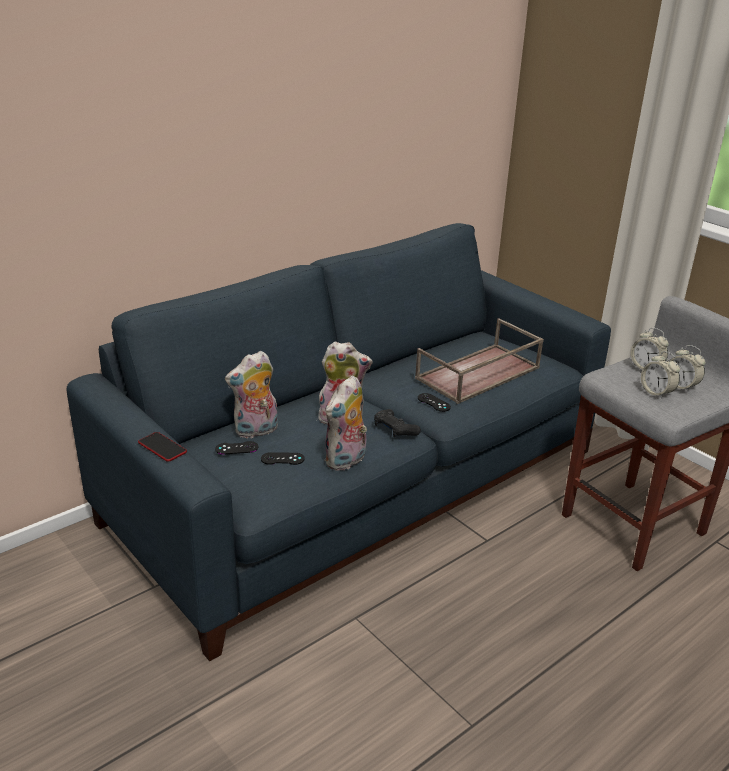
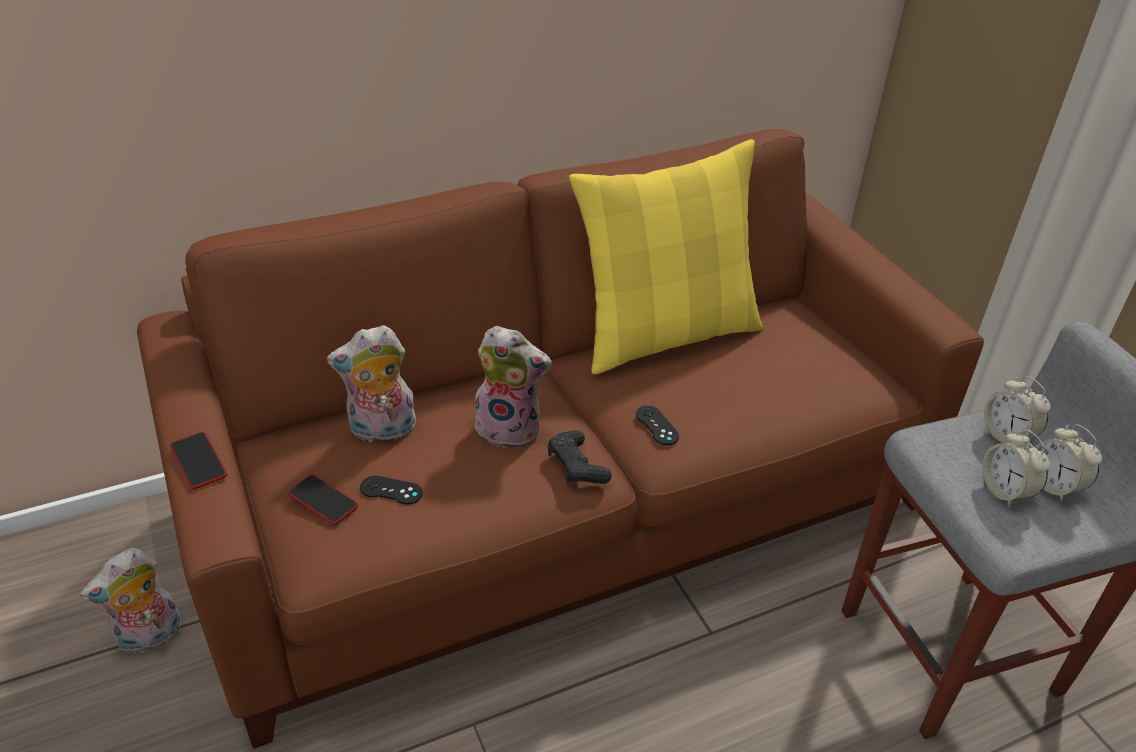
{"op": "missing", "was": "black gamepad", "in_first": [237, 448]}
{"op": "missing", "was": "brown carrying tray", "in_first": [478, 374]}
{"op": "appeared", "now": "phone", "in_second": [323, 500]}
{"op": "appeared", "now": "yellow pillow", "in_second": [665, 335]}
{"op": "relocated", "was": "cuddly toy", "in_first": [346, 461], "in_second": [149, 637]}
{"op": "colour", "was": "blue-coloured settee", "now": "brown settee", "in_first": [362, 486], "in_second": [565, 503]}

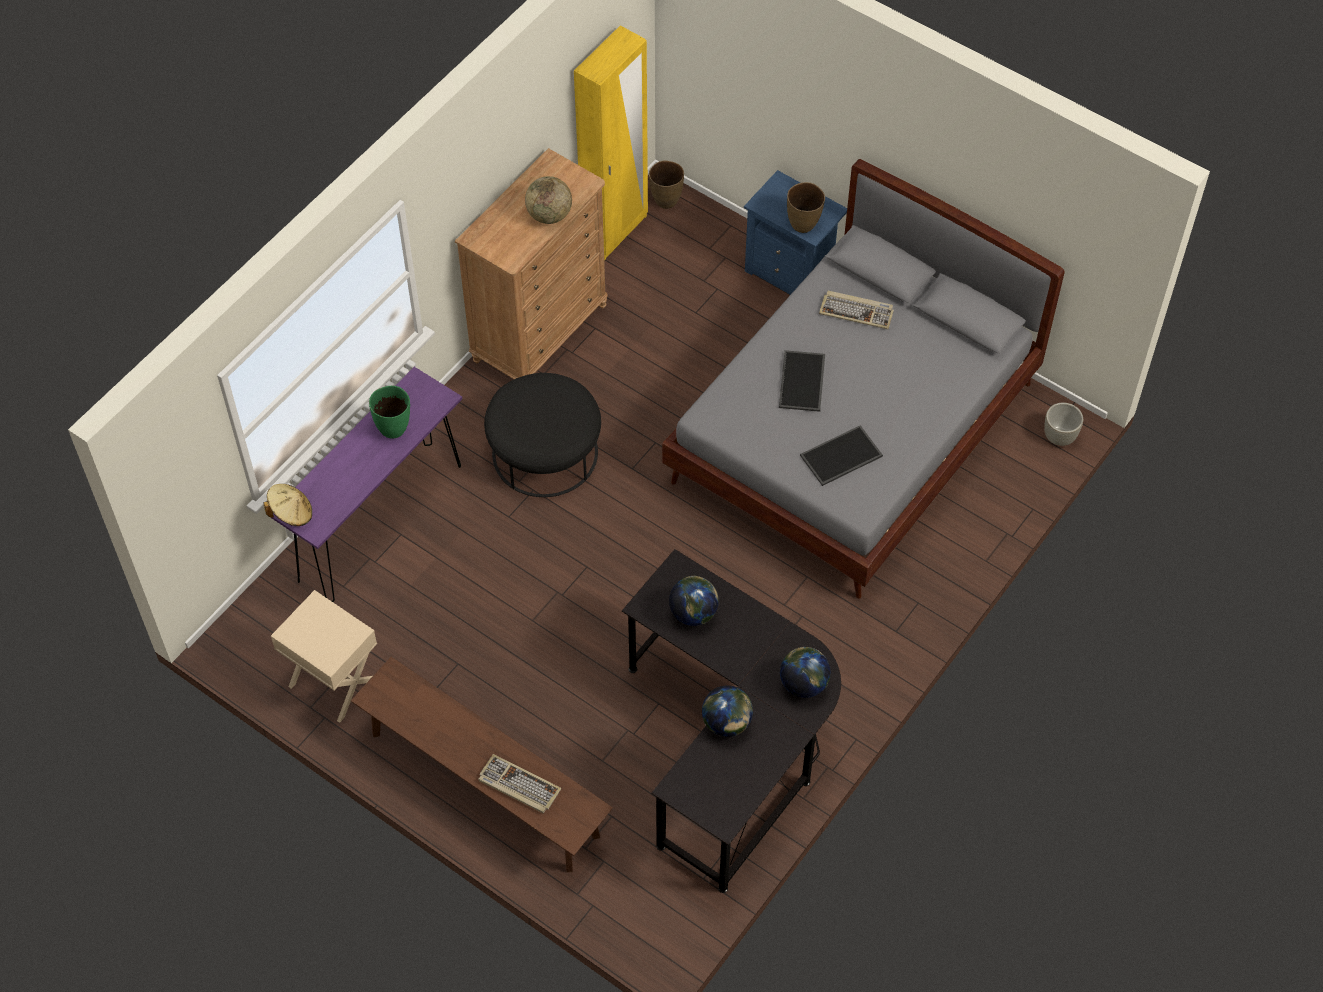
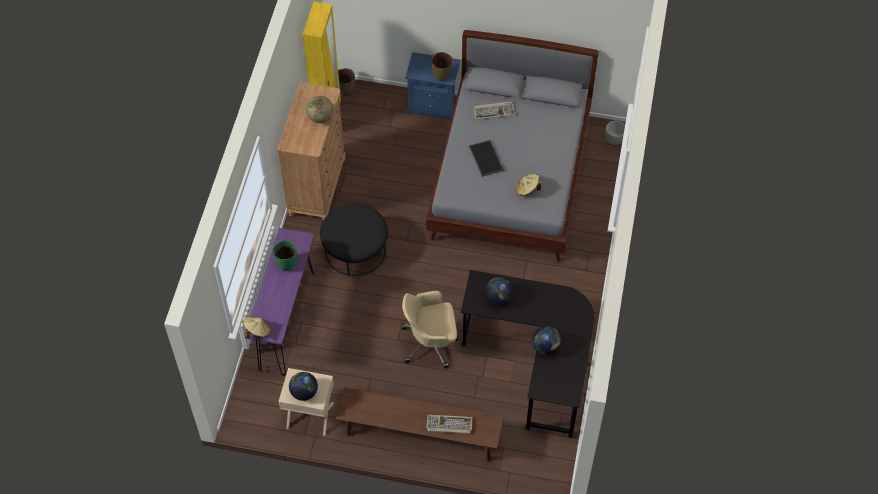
{"op": "appeared", "now": "beige-coloured computer chair", "in_second": [430, 342]}
{"op": "relocated", "was": "world globe", "in_first": [804, 684], "in_second": [304, 392]}
{"op": "exchanged", "was": "carrying tray", "now": "beige-coloured clothing hat", "in_first": [841, 457], "in_second": [527, 189]}

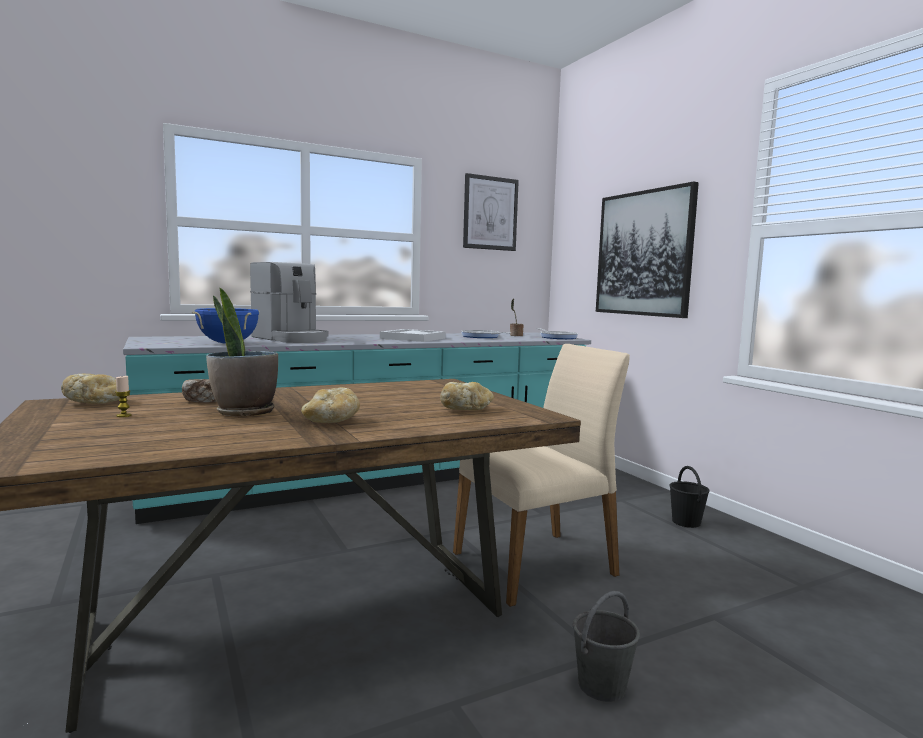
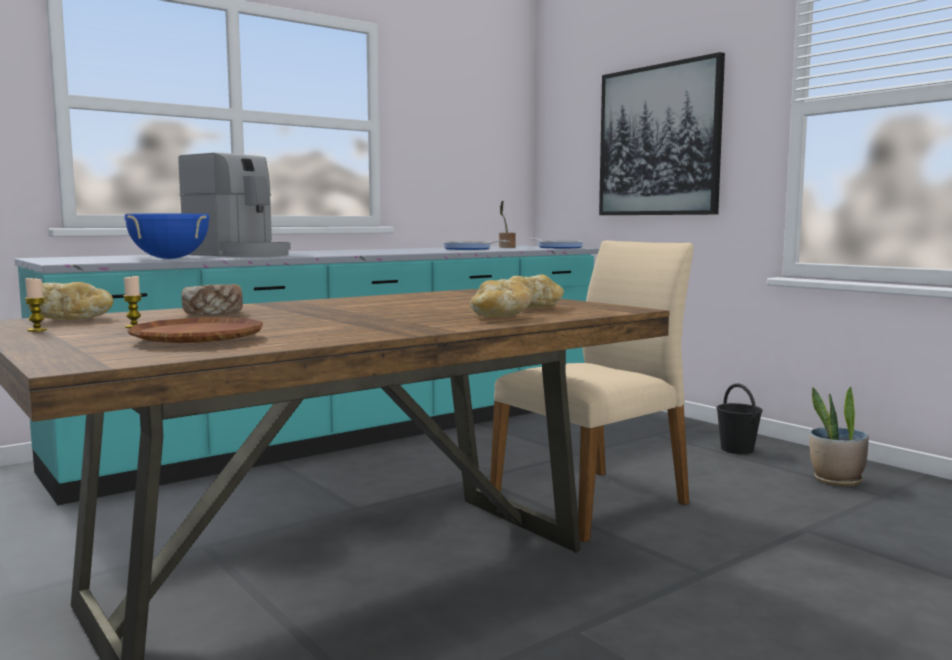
{"op": "missing", "was": "whitish carrying tray", "in_first": [412, 338]}
{"op": "missing", "was": "wall picture", "in_first": [490, 213]}
{"op": "missing", "was": "grey pail", "in_first": [601, 686]}
{"op": "appeared", "now": "wax light", "in_second": [37, 330]}
{"op": "appeared", "now": "brown flat dish", "in_second": [198, 339]}
{"op": "relocated", "was": "potted plant", "in_first": [244, 412], "in_second": [836, 480]}
{"op": "relocated", "was": "bakery bread", "in_first": [331, 421], "in_second": [501, 317]}

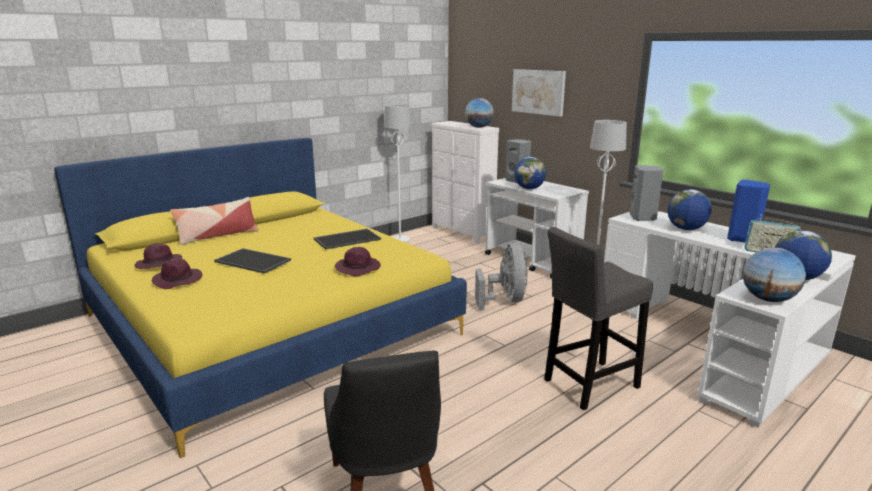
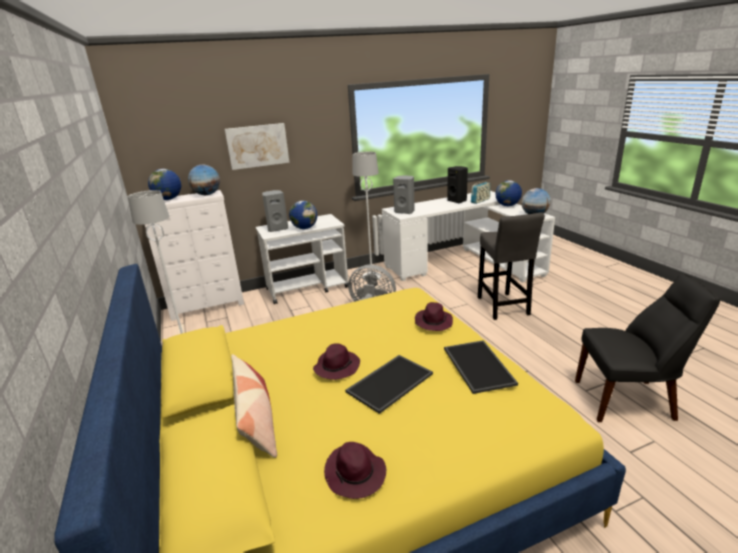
{"op": "relocated", "was": "purplish clothing hat", "in_first": [178, 281], "in_second": [337, 366]}
{"op": "relocated", "was": "carrying tray", "in_first": [347, 239], "in_second": [477, 365]}
{"op": "relocated", "was": "world globe", "in_first": [686, 229], "in_second": [168, 199]}
{"op": "colour", "was": "blue-coloured loudspeaker", "now": "black loudspeaker", "in_first": [743, 239], "in_second": [457, 201]}

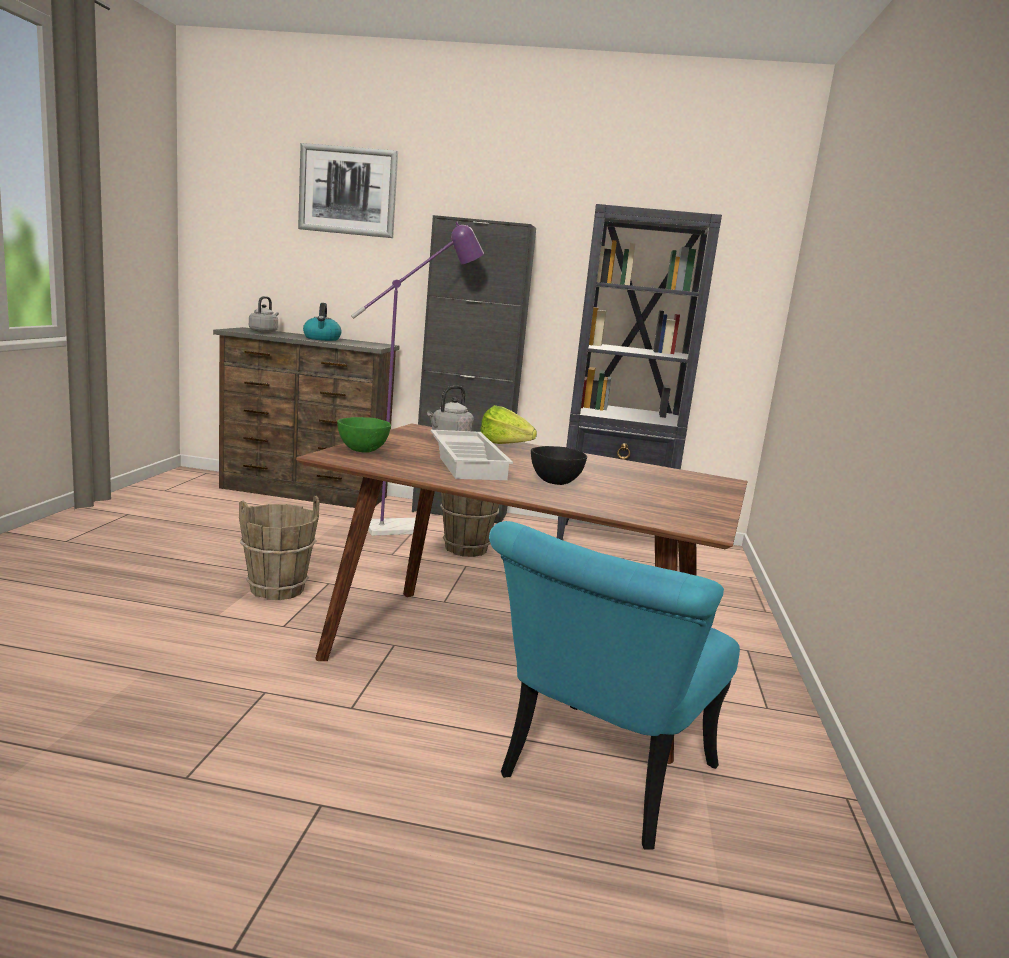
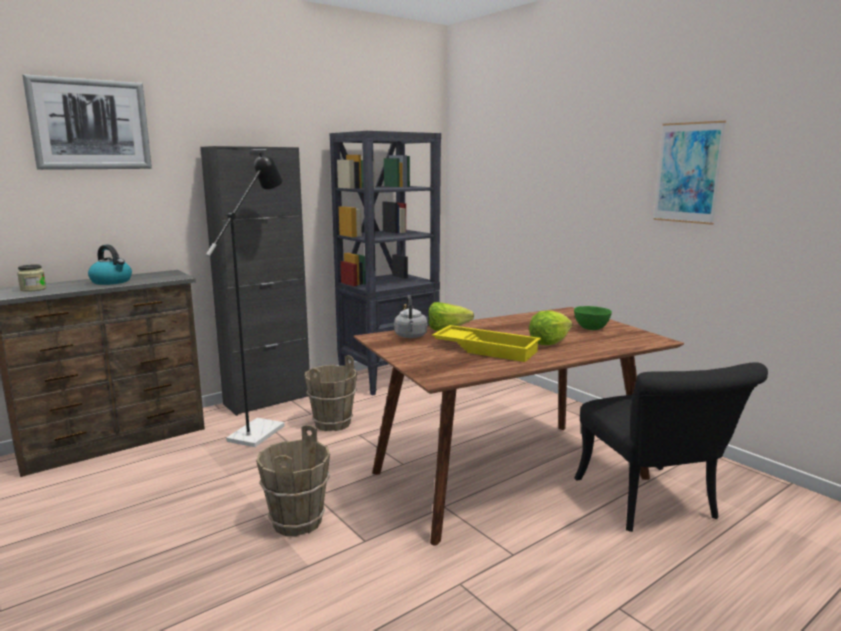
{"op": "appeared", "now": "wall picture", "in_second": [688, 173]}
{"op": "relocated", "was": "green deep dish", "in_first": [363, 450], "in_second": [590, 328]}
{"op": "exchanged", "was": "grey tea kettle", "now": "preserve jar", "in_first": [264, 332], "in_second": [33, 289]}
{"op": "exchanged", "was": "black deep dish", "now": "lettuce", "in_first": [555, 482], "in_second": [549, 342]}
{"op": "colour", "was": "purplish standard lamp", "now": "black standard lamp", "in_first": [406, 528], "in_second": [262, 429]}
{"op": "colour", "was": "whitish carrying tray", "now": "yellow carrying tray", "in_first": [469, 463], "in_second": [487, 349]}
{"op": "colour", "was": "blue-green plain chair", "now": "black plain chair", "in_first": [598, 782], "in_second": [653, 505]}

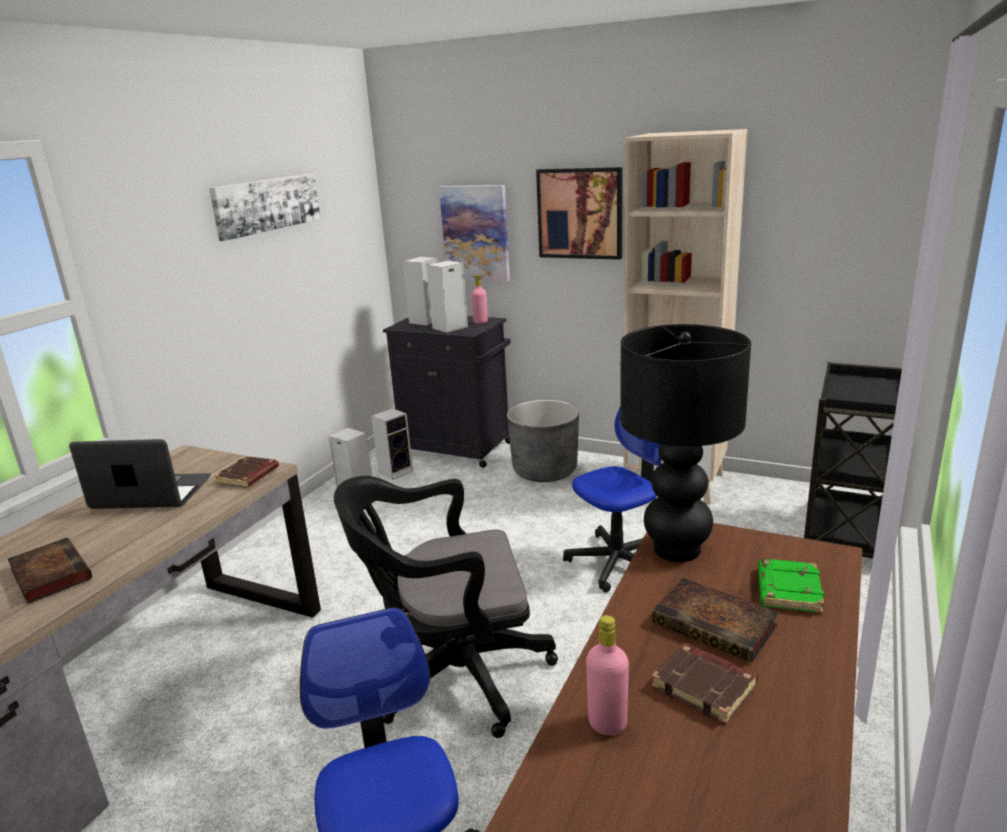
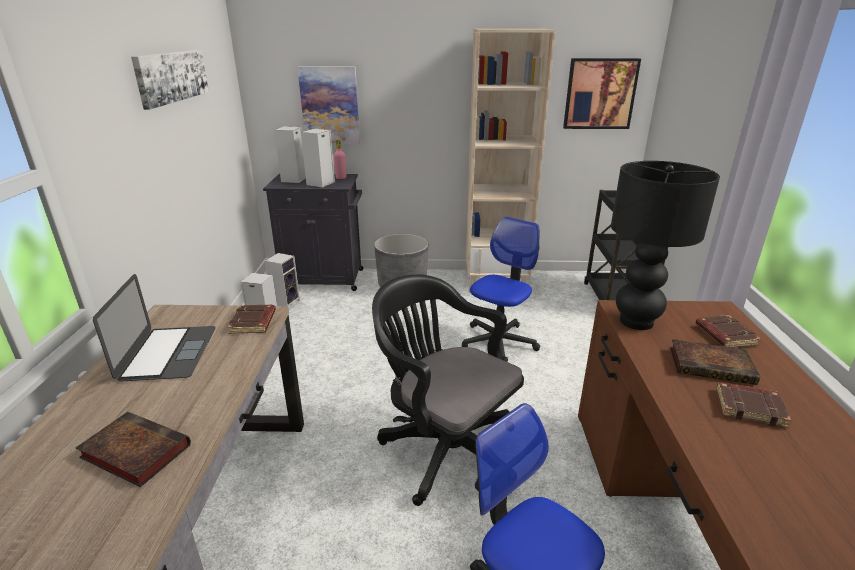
{"op": "missing", "was": "pinkish drink bottle", "in_first": [607, 723]}
{"op": "relocated", "was": "wall picture", "in_first": [580, 213], "in_second": [600, 94]}
{"op": "colour", "was": "green volume", "now": "brown volume", "in_first": [787, 590], "in_second": [724, 335]}
{"op": "spun", "was": "notebook computer", "in_first": [152, 493], "in_second": [168, 353], "clockwise": 105}
{"op": "spun", "was": "black computer chair", "in_first": [452, 676], "in_second": [444, 448], "clockwise": 75}

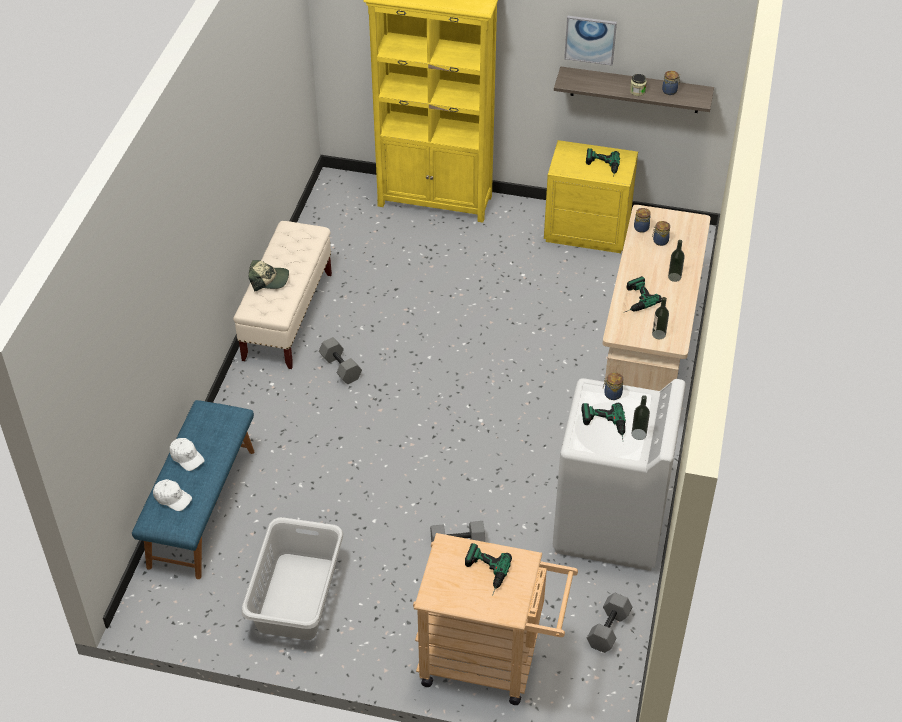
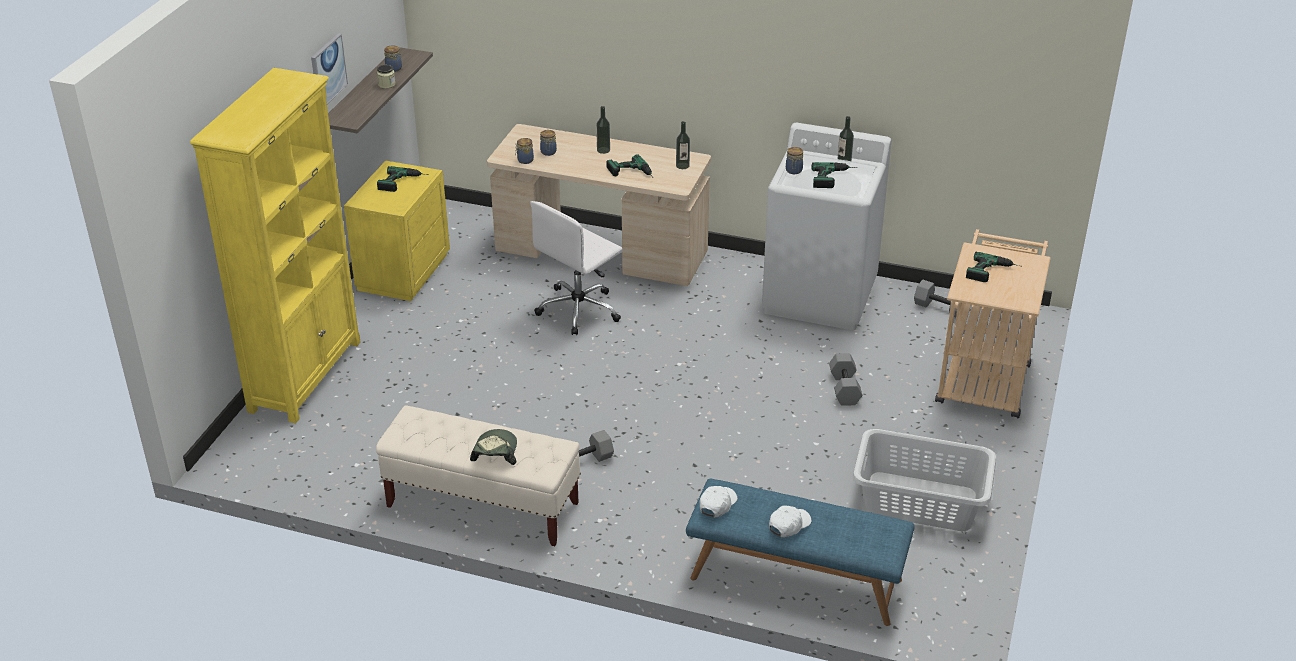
{"op": "appeared", "now": "whitish computer chair", "in_second": [579, 309]}
{"op": "relocated", "was": "whitish cap", "in_first": [172, 498], "in_second": [717, 504]}

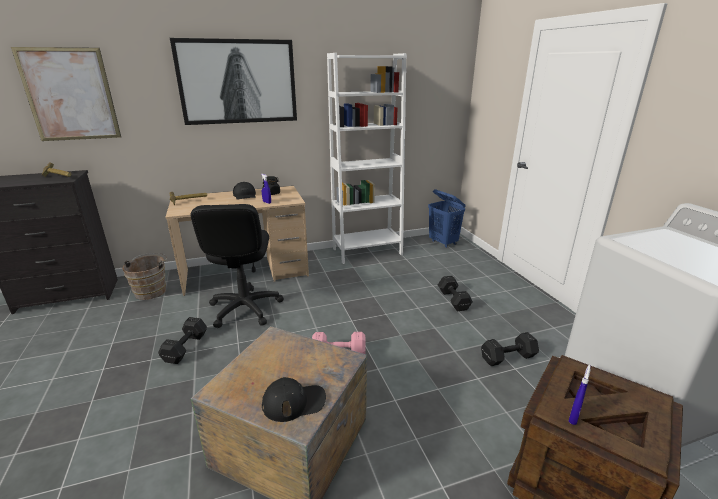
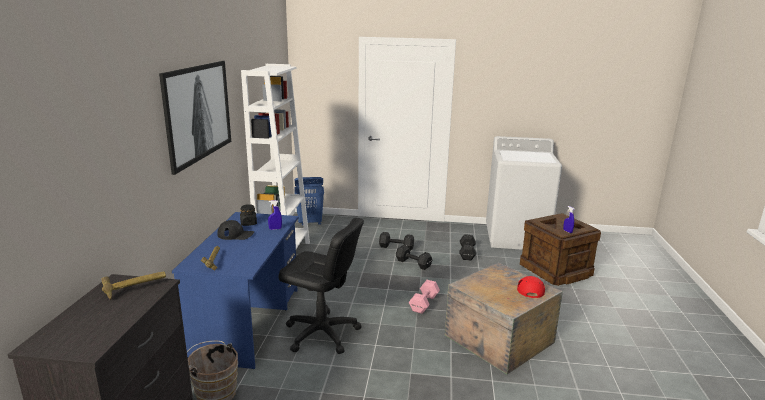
{"op": "missing", "was": "wall picture", "in_first": [70, 95]}
{"op": "relocated", "was": "black hand weight", "in_first": [186, 347], "in_second": [413, 263]}
{"op": "colour", "was": "beige-coloured desk", "now": "blue-coloured desk", "in_first": [246, 273], "in_second": [248, 322]}
{"op": "colour", "was": "black cap", "now": "reddish cap", "in_first": [294, 402], "in_second": [530, 288]}

